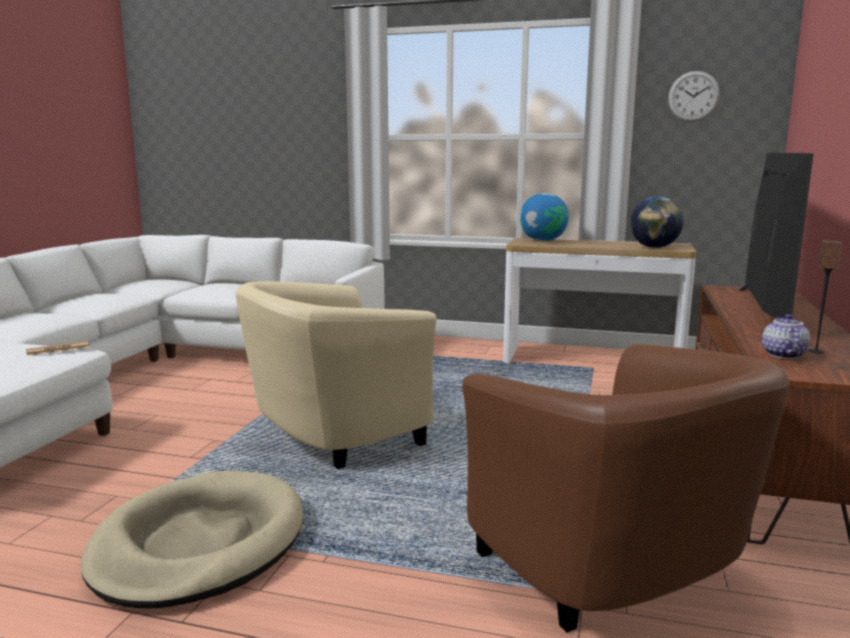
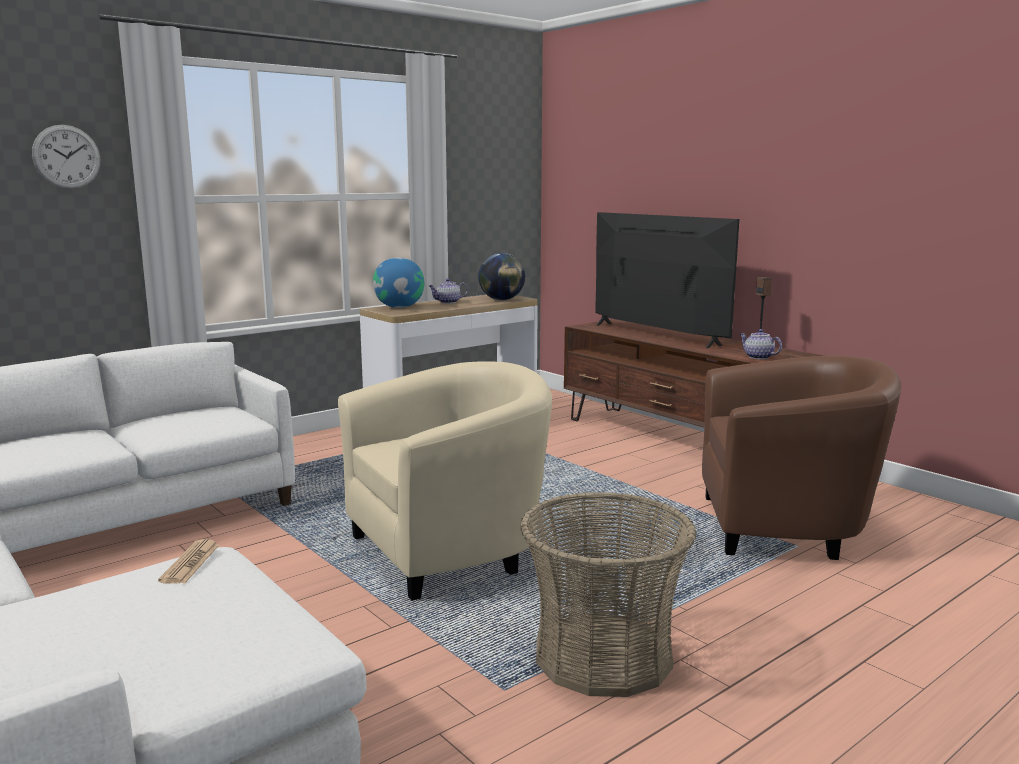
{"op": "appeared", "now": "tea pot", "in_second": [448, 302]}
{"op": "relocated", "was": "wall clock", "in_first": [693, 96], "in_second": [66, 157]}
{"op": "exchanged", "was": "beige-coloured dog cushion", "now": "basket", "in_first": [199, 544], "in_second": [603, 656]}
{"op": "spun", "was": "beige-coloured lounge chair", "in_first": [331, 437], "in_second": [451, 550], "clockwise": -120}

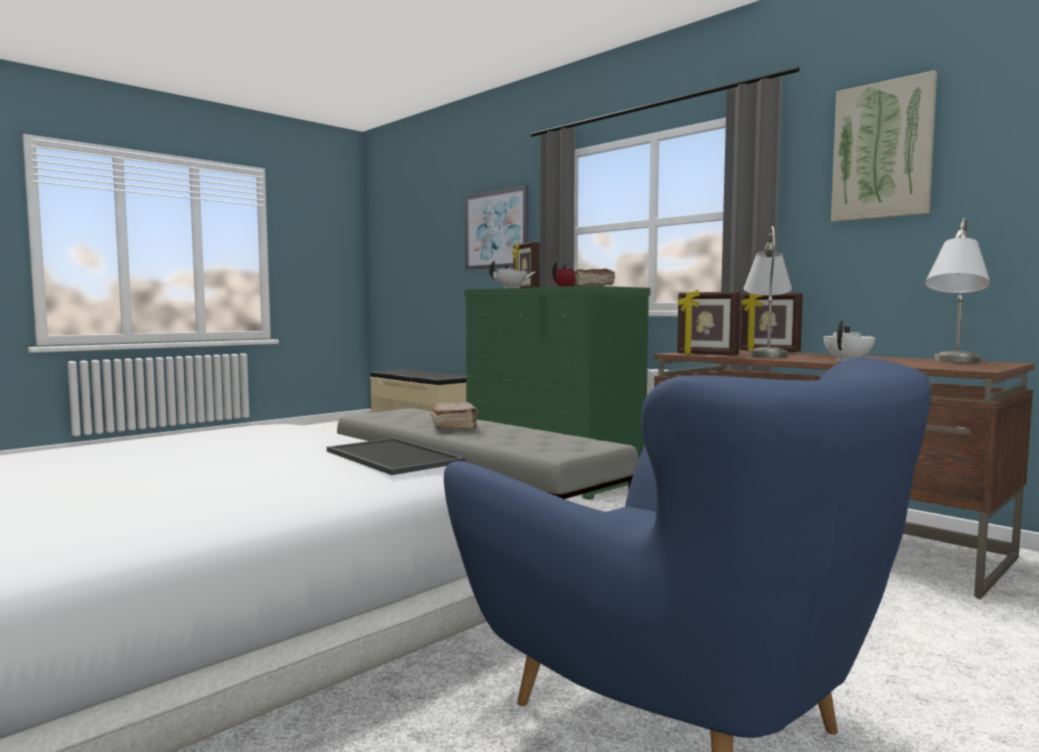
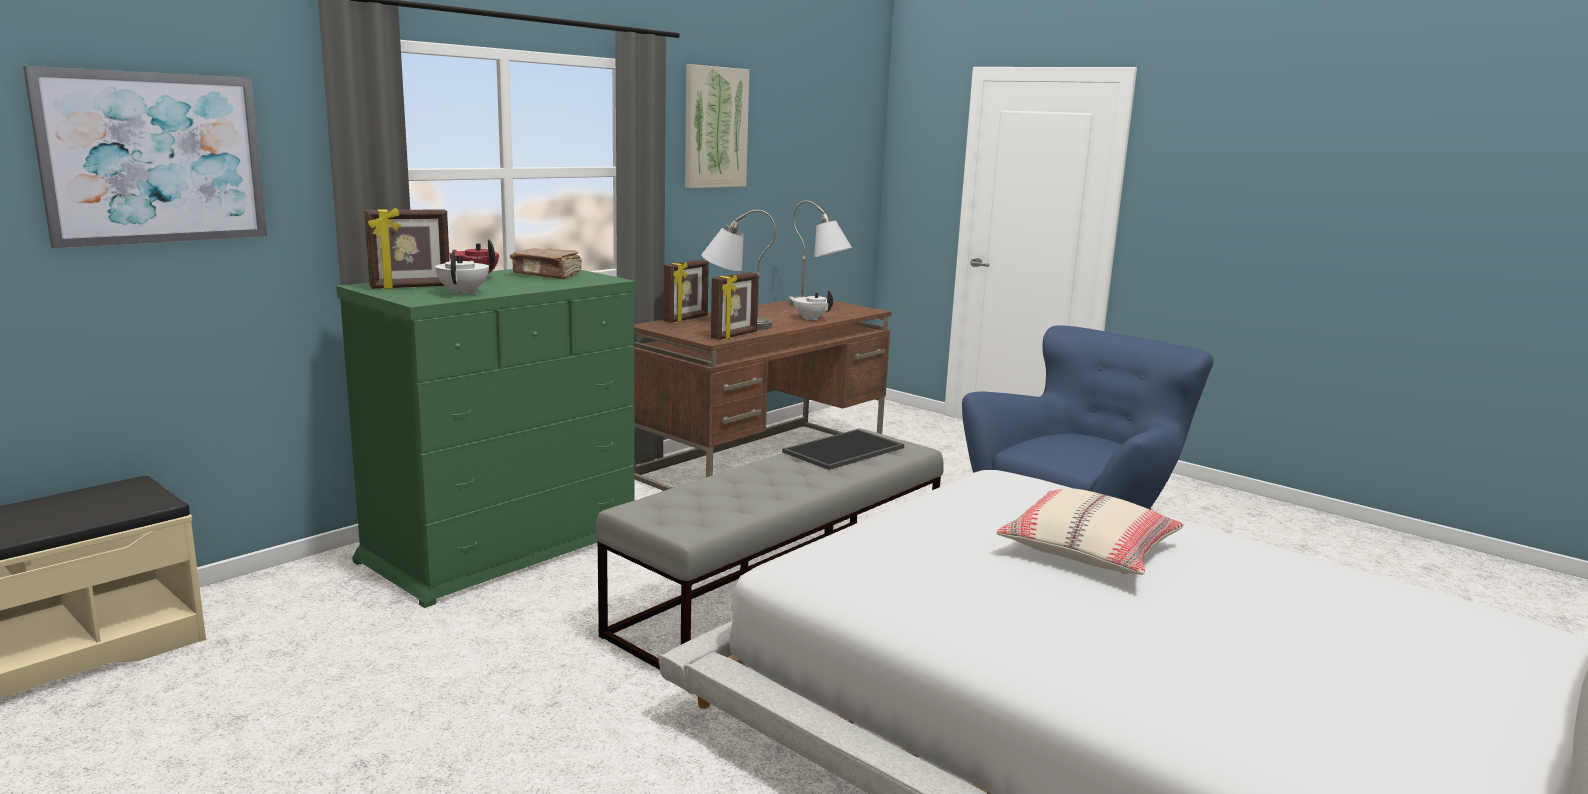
{"op": "missing", "was": "brown volume", "in_first": [454, 427]}
{"op": "appeared", "now": "beige-coloured pillow", "in_second": [1089, 550]}
{"op": "relocated", "was": "carrying tray", "in_first": [390, 457], "in_second": [844, 450]}

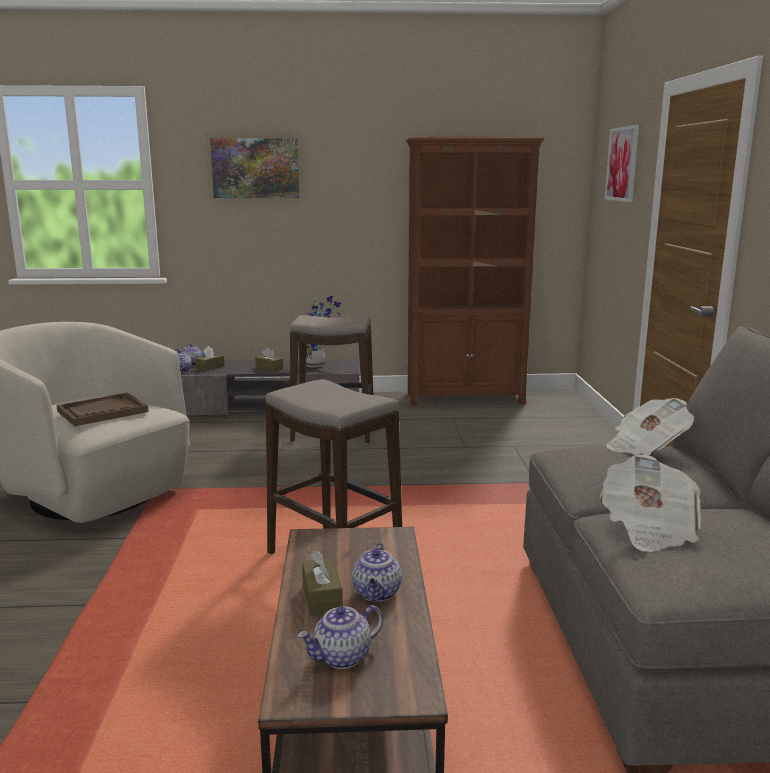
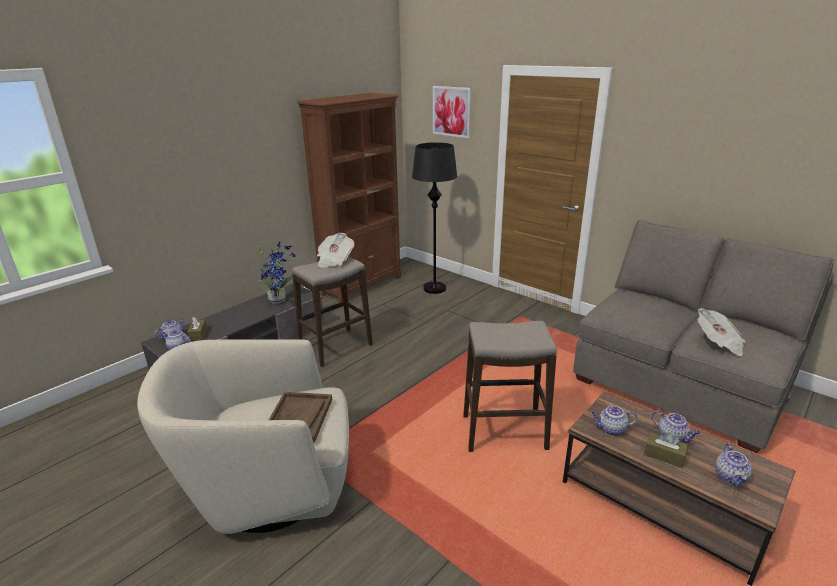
{"op": "missing", "was": "wall picture", "in_first": [255, 168]}
{"op": "missing", "was": "brown box of tissues", "in_first": [269, 368]}
{"op": "appeared", "now": "black standard lamp", "in_second": [435, 288]}
{"op": "appeared", "now": "tea pot", "in_second": [611, 429]}
{"op": "relocated", "was": "daily paper", "in_first": [645, 447], "in_second": [334, 260]}

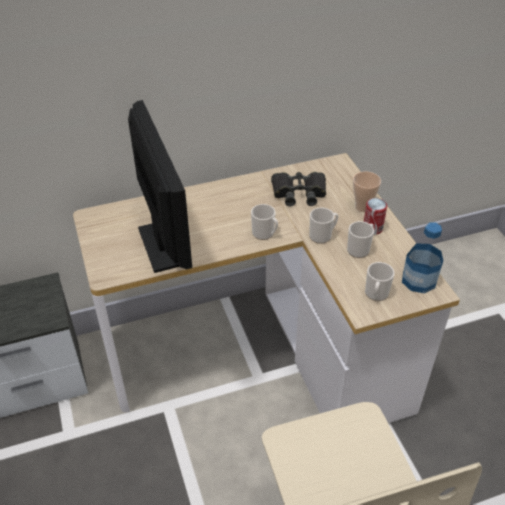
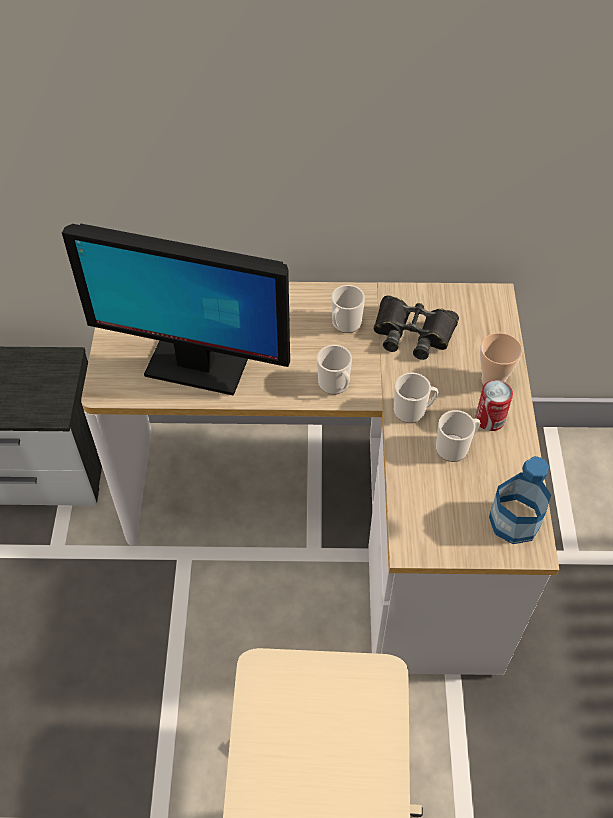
{"op": "relocated", "was": "coffee mug", "in_first": [376, 294], "in_second": [344, 324]}
{"op": "spun", "was": "computer screen", "in_first": [164, 246], "in_second": [195, 366], "clockwise": 105}

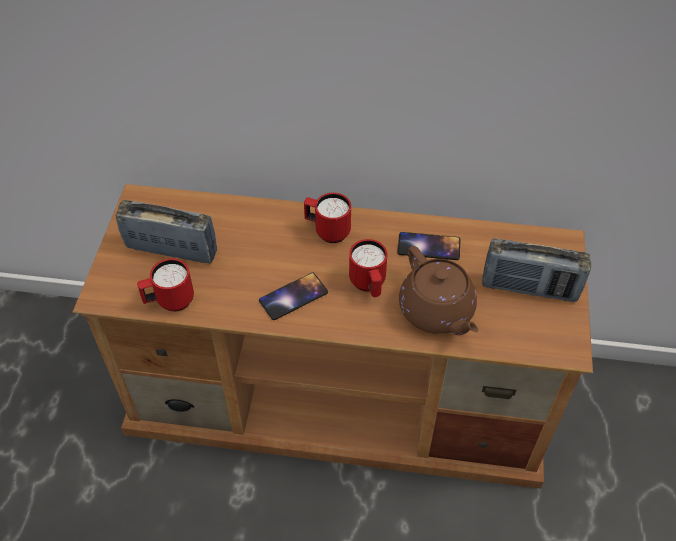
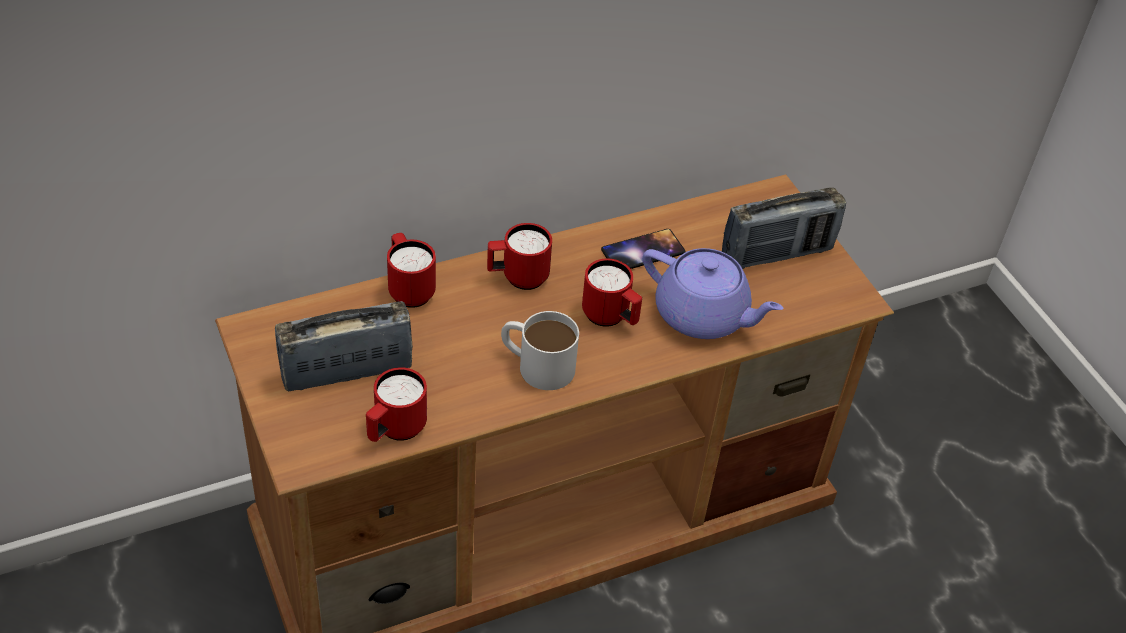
{"op": "appeared", "now": "reddish coffee mug", "in_second": [409, 289]}
{"op": "exchanged", "was": "phone", "now": "whitish coffee mug", "in_first": [293, 296], "in_second": [536, 364]}
{"op": "colour", "was": "brown tea pot", "now": "purplish tea pot", "in_first": [437, 311], "in_second": [703, 315]}

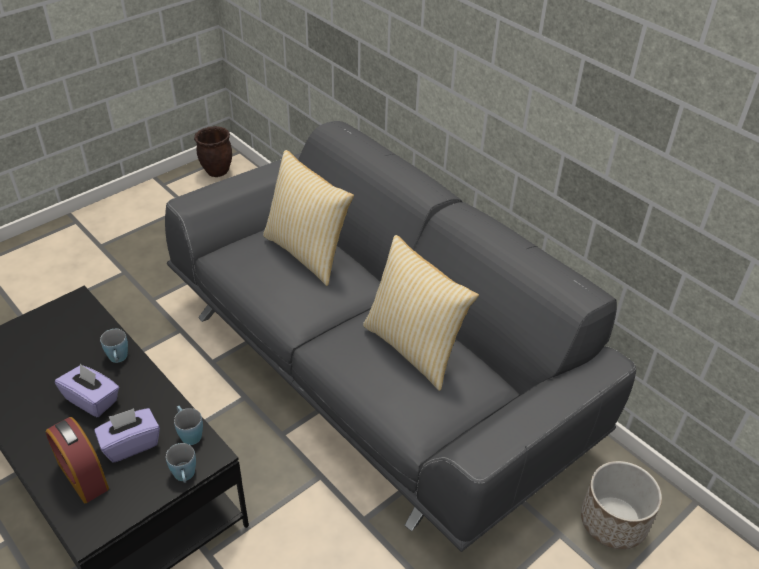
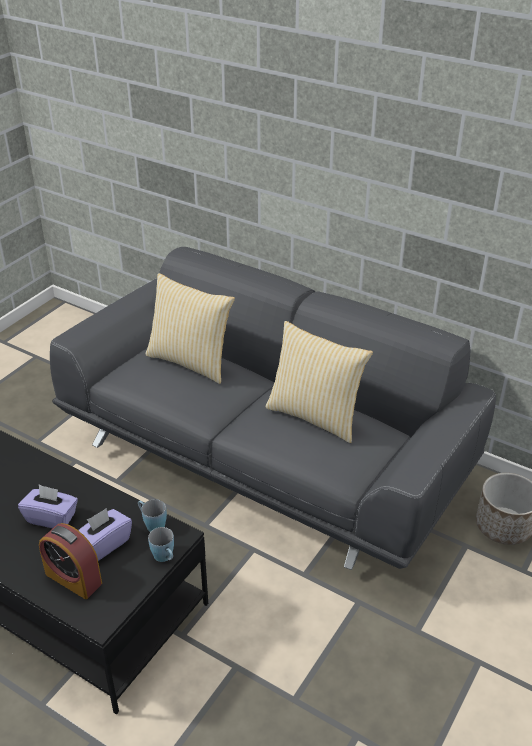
{"op": "missing", "was": "blue-coloured coffee mug", "in_first": [118, 359]}
{"op": "missing", "was": "brown plant pot", "in_first": [217, 171]}

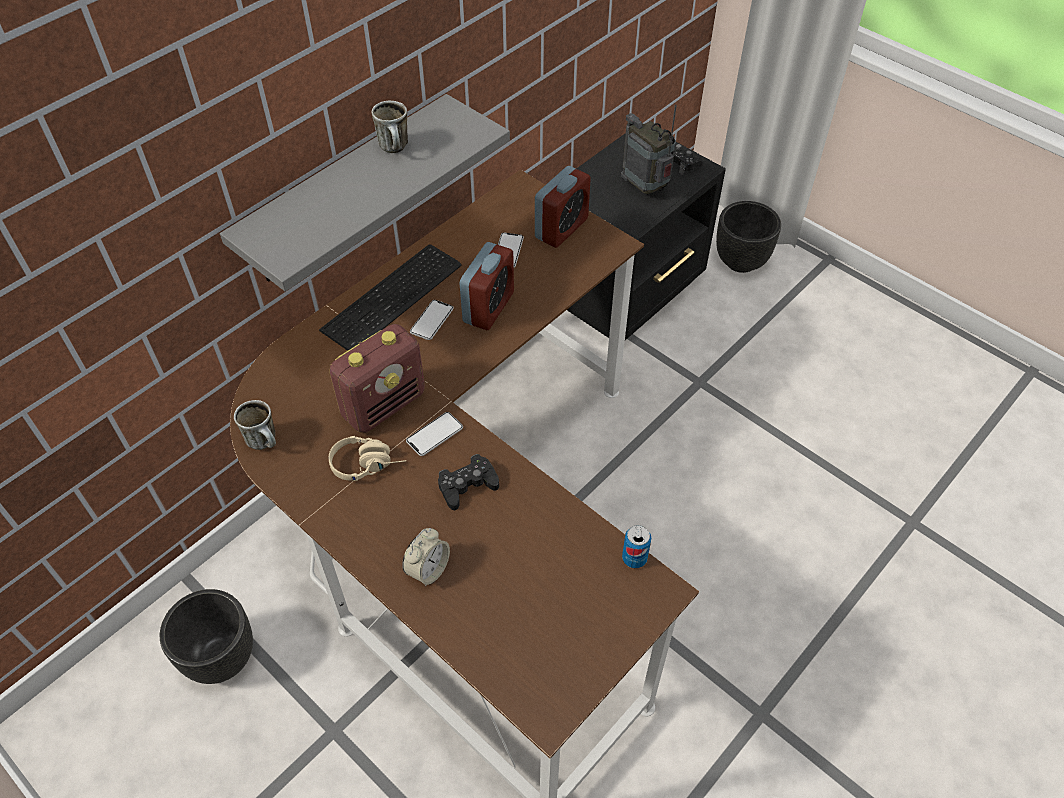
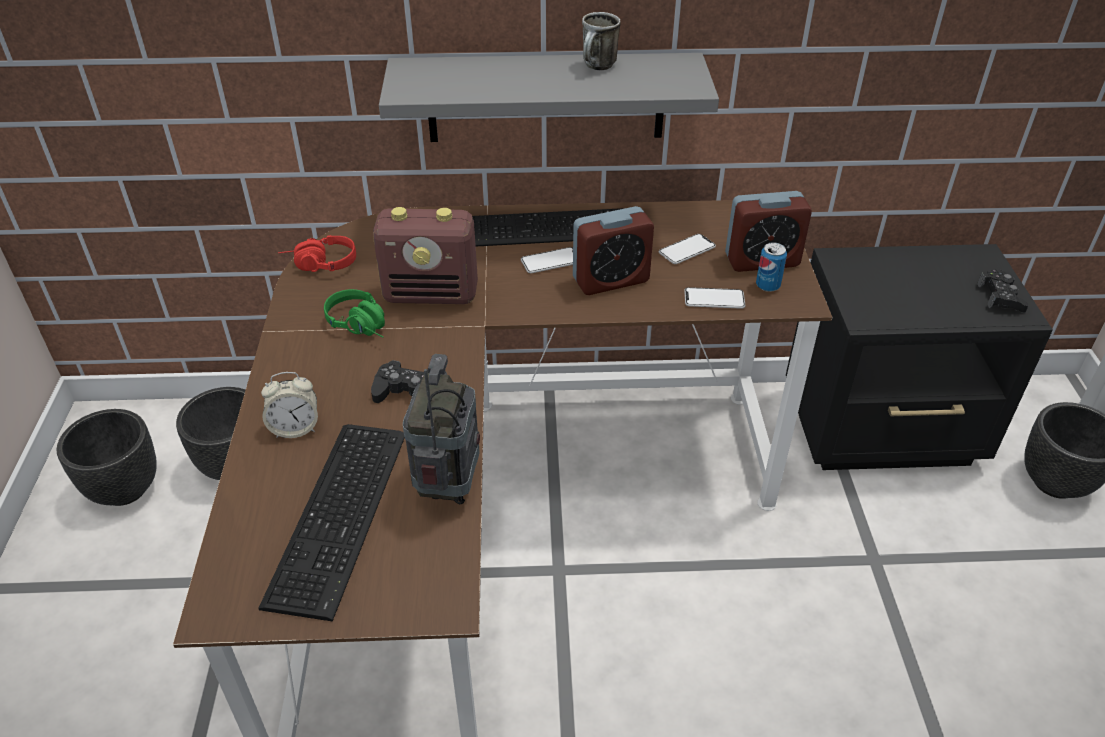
{"op": "appeared", "now": "black plant pot", "in_second": [124, 490]}
{"op": "appeared", "now": "PC keyboard", "in_second": [343, 513]}
{"op": "relocated", "was": "phone", "in_first": [434, 434], "in_second": [714, 299]}
{"op": "relocated", "was": "radio receiver", "in_first": [645, 188], "in_second": [448, 486]}
{"op": "relocated", "was": "metal can", "in_first": [634, 558], "in_second": [767, 286]}
{"op": "exchanged", "was": "coffee mug", "now": "reddish headset", "in_first": [266, 442], "in_second": [319, 265]}
{"op": "colour", "was": "beige-coloured headset", "now": "green headset", "in_first": [369, 464], "in_second": [363, 326]}

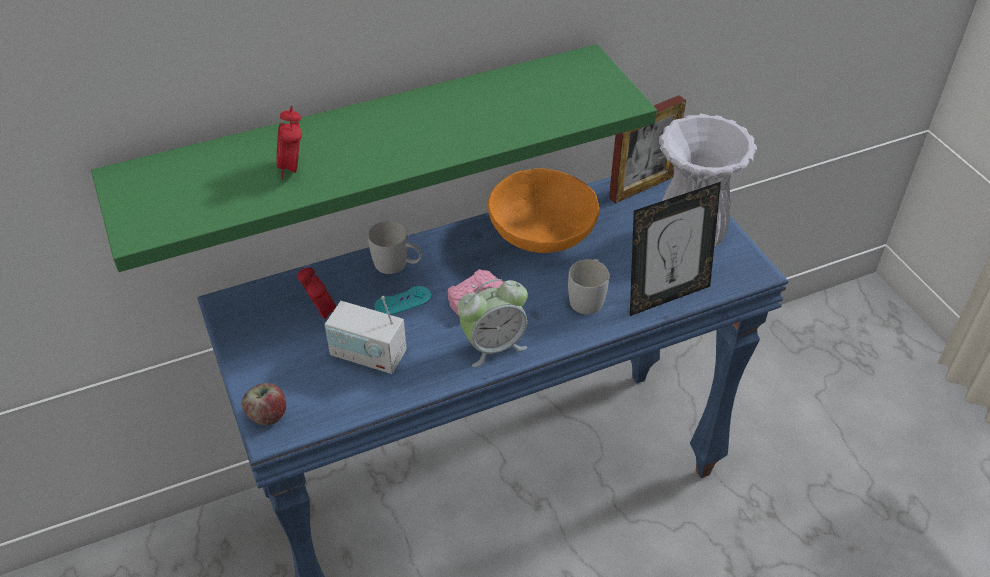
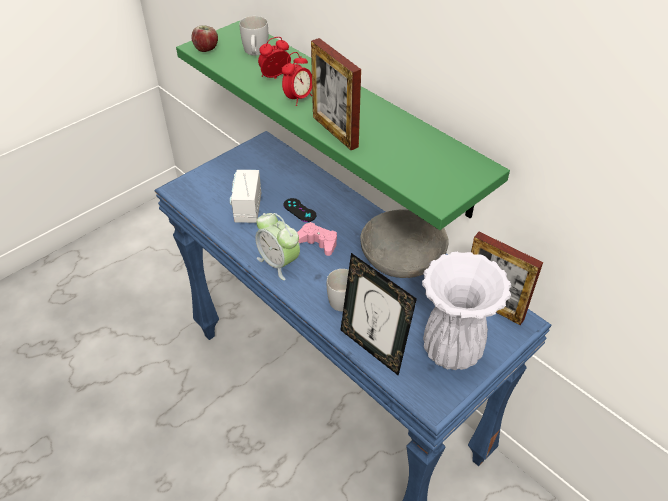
{"op": "appeared", "now": "standing frame", "in_second": [335, 131]}
{"op": "relocated", "was": "apple fruit", "in_first": [268, 415], "in_second": [206, 49]}
{"op": "relocated", "was": "bedside clock", "in_first": [321, 313], "in_second": [298, 98]}
{"op": "relocated", "was": "whitish coffee mug", "in_first": [397, 265], "in_second": [255, 52]}
{"op": "colour", "was": "blue-green gamepad", "now": "black gamepad", "in_first": [403, 301], "in_second": [299, 210]}
{"op": "colour", "was": "orange-coloured deep dish", "now": "grey deep dish", "in_first": [541, 233], "in_second": [401, 260]}

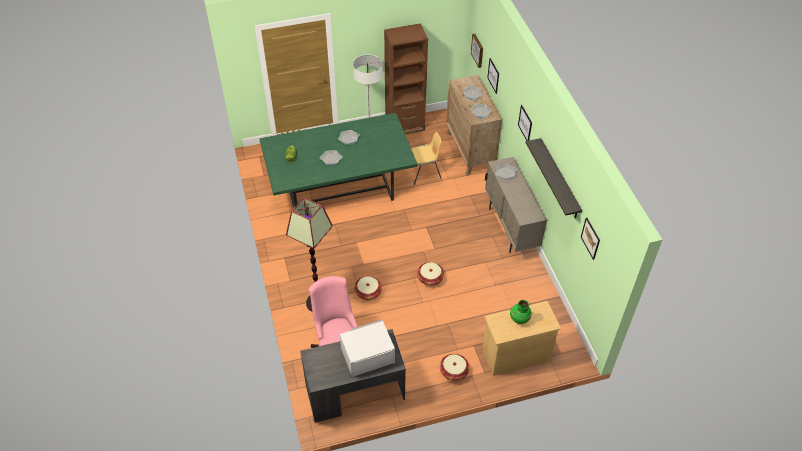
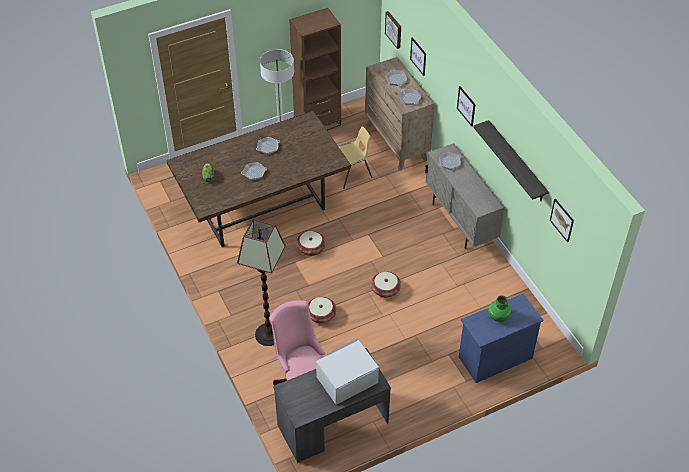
{"op": "relocated", "was": "basket", "in_first": [454, 371], "in_second": [311, 248]}
{"op": "colour", "was": "green kitchen table", "now": "brown kitchen table", "in_first": [340, 189], "in_second": [262, 206]}
{"op": "colour", "was": "beige-coloured dresser", "now": "blue-coloured dresser", "in_first": [515, 355], "in_second": [495, 357]}

